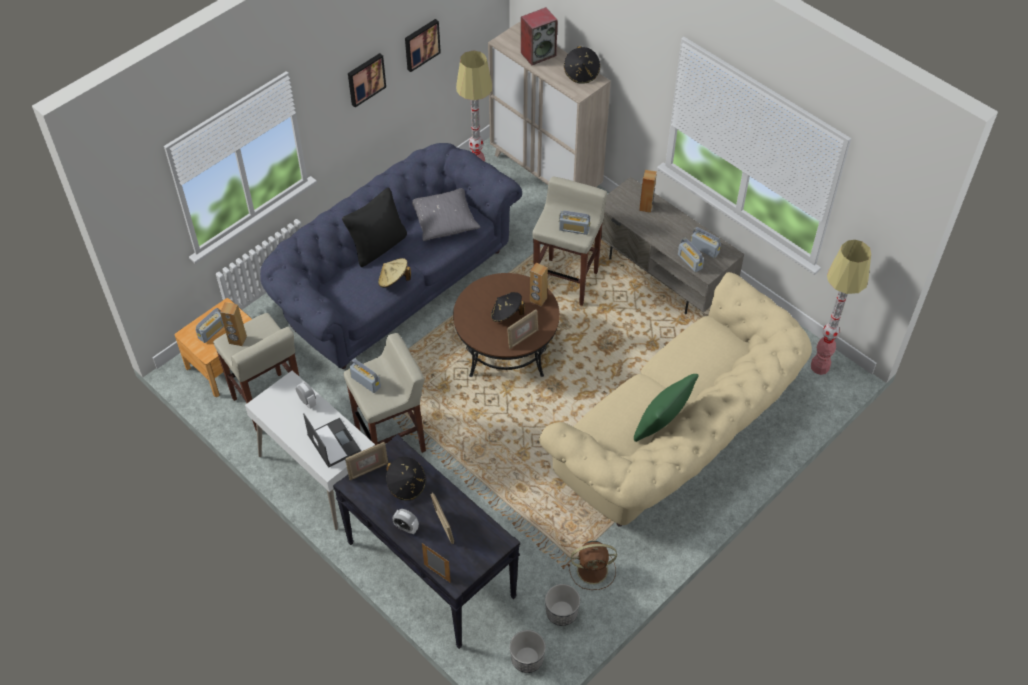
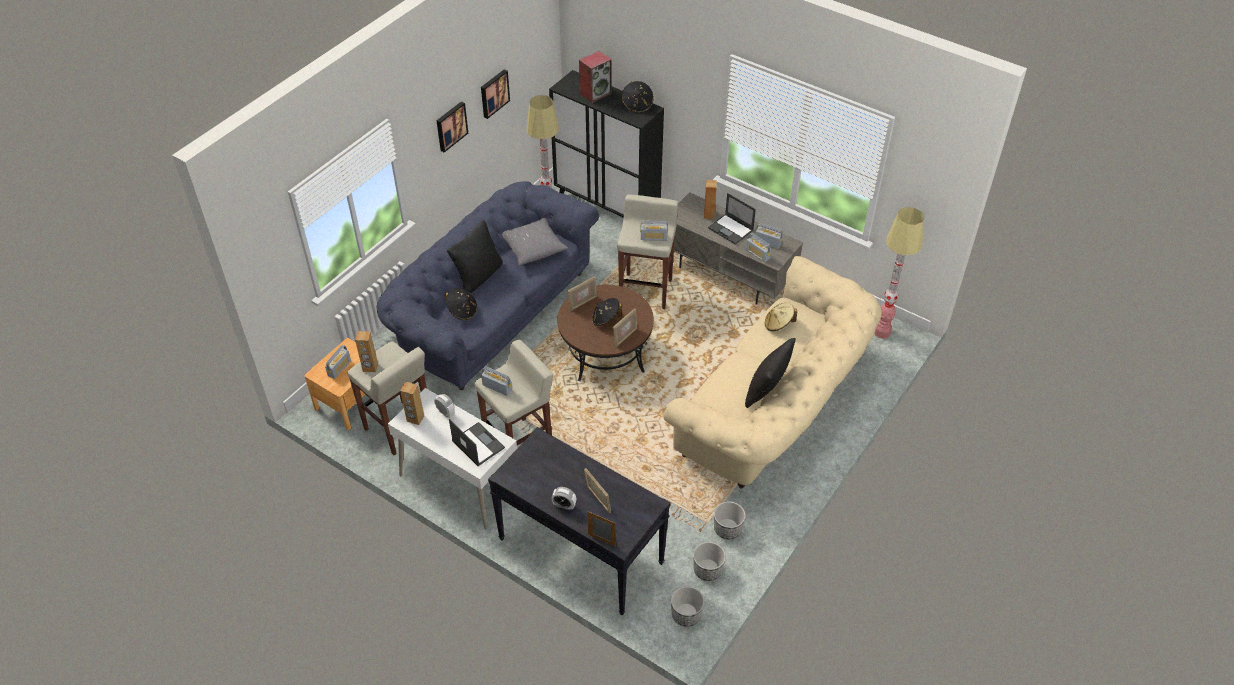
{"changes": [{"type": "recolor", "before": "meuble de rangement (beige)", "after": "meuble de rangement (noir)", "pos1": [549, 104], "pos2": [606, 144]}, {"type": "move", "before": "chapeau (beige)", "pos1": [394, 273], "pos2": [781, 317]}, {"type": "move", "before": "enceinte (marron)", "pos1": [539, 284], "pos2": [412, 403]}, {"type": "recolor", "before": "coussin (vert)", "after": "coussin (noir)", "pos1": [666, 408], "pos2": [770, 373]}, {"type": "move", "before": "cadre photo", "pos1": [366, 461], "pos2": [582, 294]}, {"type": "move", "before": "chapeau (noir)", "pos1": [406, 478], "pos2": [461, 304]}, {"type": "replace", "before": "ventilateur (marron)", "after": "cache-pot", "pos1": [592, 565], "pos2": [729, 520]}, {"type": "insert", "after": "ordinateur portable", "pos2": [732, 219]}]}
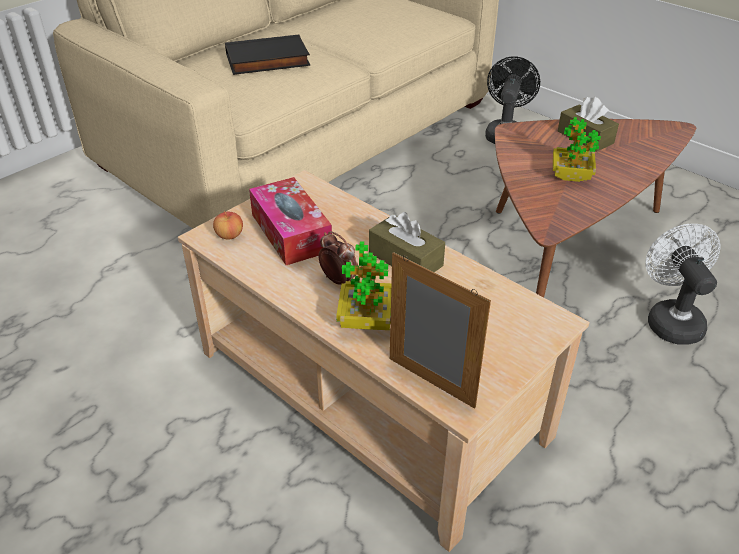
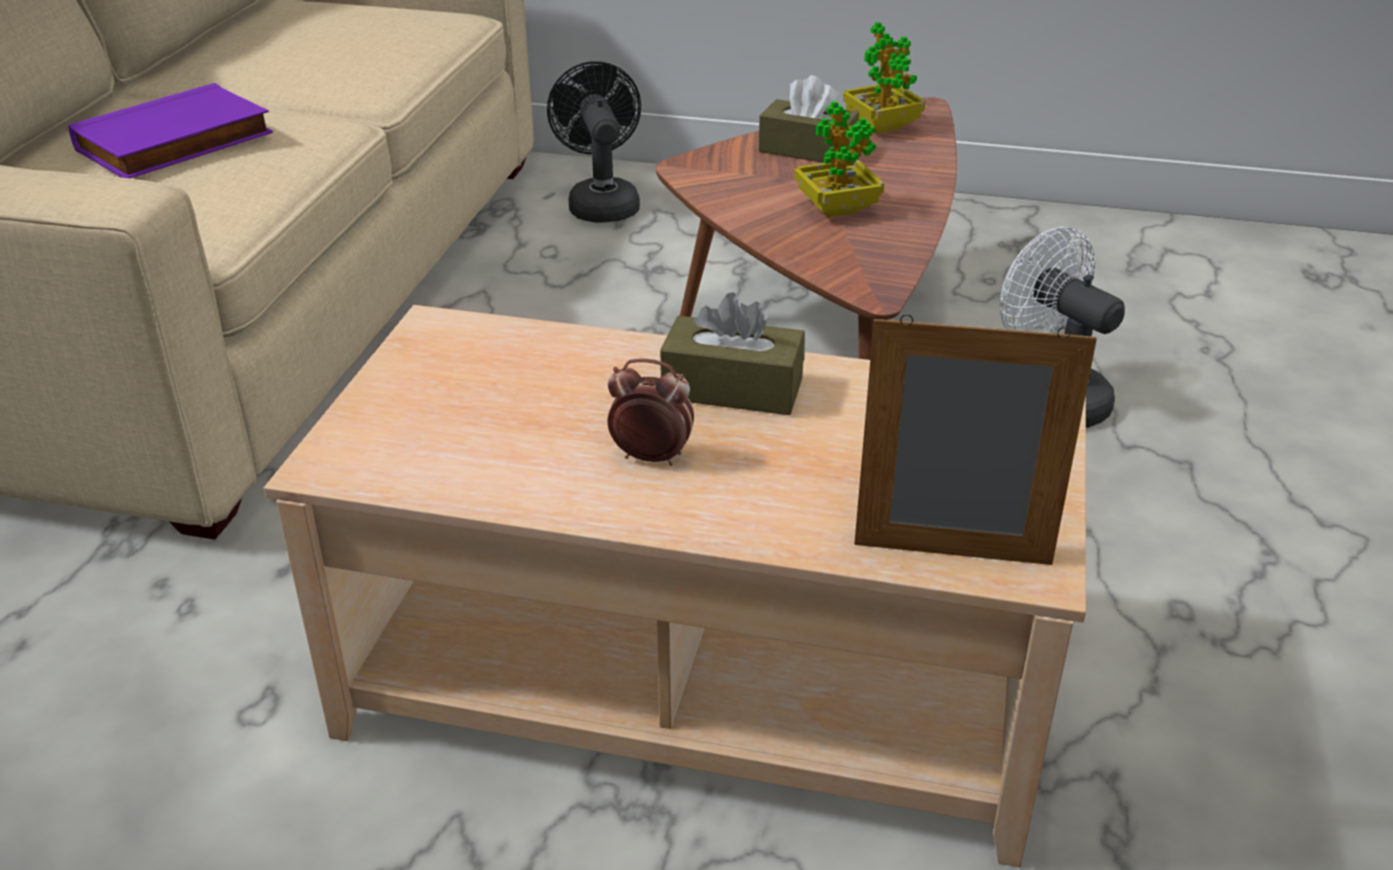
{"changes": [{"type": "recolor", "before": "livre (noir)", "after": "livre (violet)", "pos1": [267, 55], "pos2": [170, 130]}, {"type": "delete", "before": "boîte à mouchoirs", "pos1": [290, 221]}, {"type": "delete", "before": "pomme", "pos1": [228, 225]}, {"type": "move", "before": "plante en pot", "pos1": [363, 285], "pos2": [884, 77]}]}
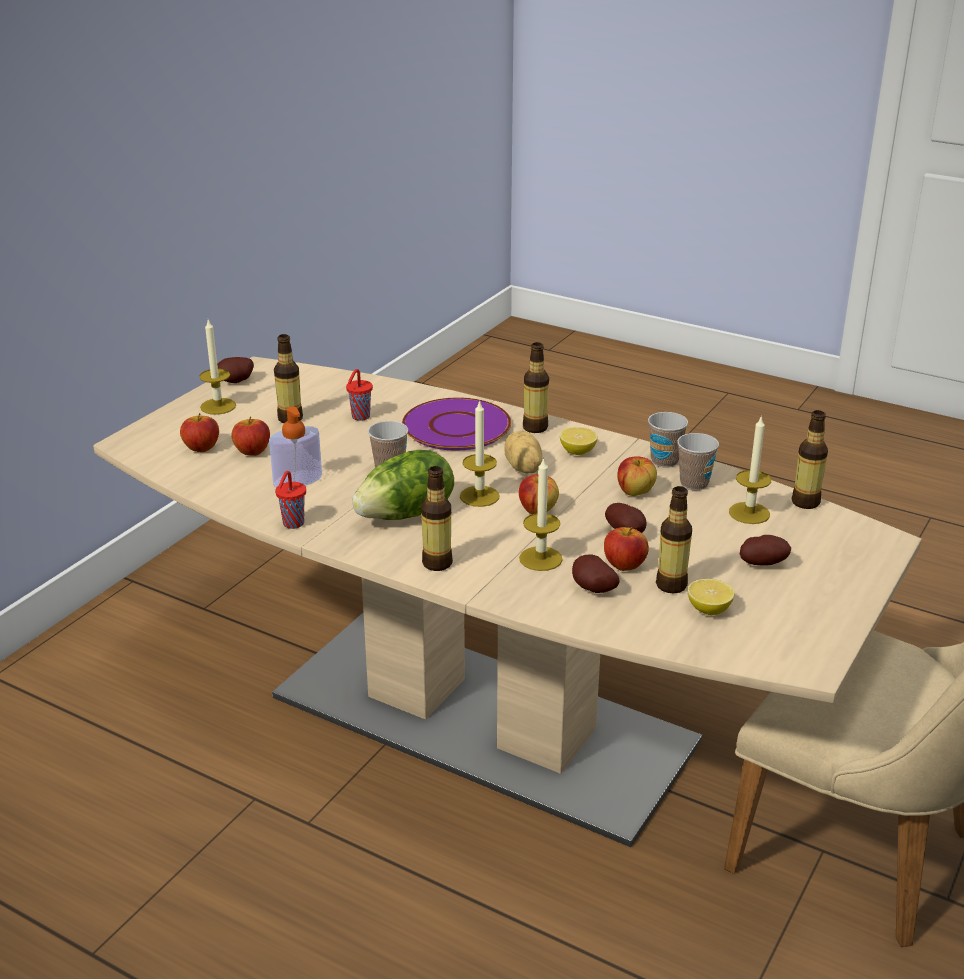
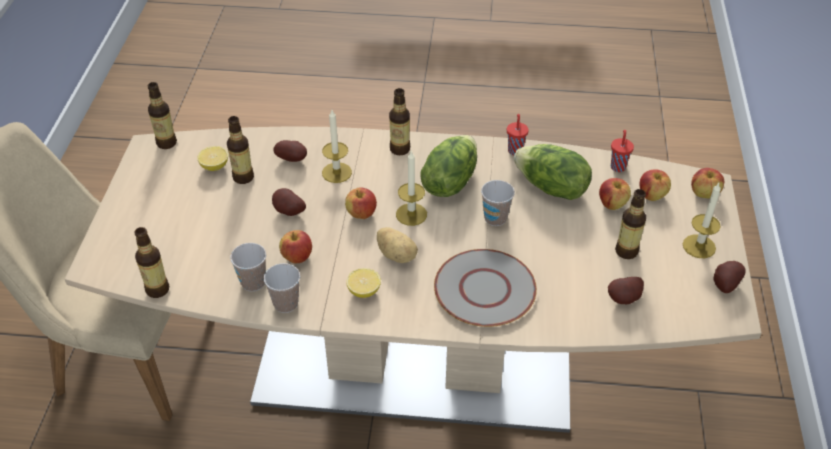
{"changes": [{"type": "move", "before": "bouteille", "pos1": [536, 387], "pos2": [162, 115]}, {"type": "move", "before": "tasse (rouge)", "pos1": [359, 395], "pos2": [622, 151]}, {"type": "recolor", "before": "assiette (violet)", "after": "assiette (gris)", "pos1": [456, 424], "pos2": [485, 288]}, {"type": "replace", "before": "distributeur de savon", "after": "laitue", "pos1": [295, 447], "pos2": [553, 172]}, {"type": "delete", "before": "bougie", "pos1": [750, 469]}, {"type": "move", "before": "pomme", "pos1": [626, 549], "pos2": [707, 183]}, {"type": "move", "before": "pomme de terre", "pos1": [765, 550], "pos2": [626, 290]}]}
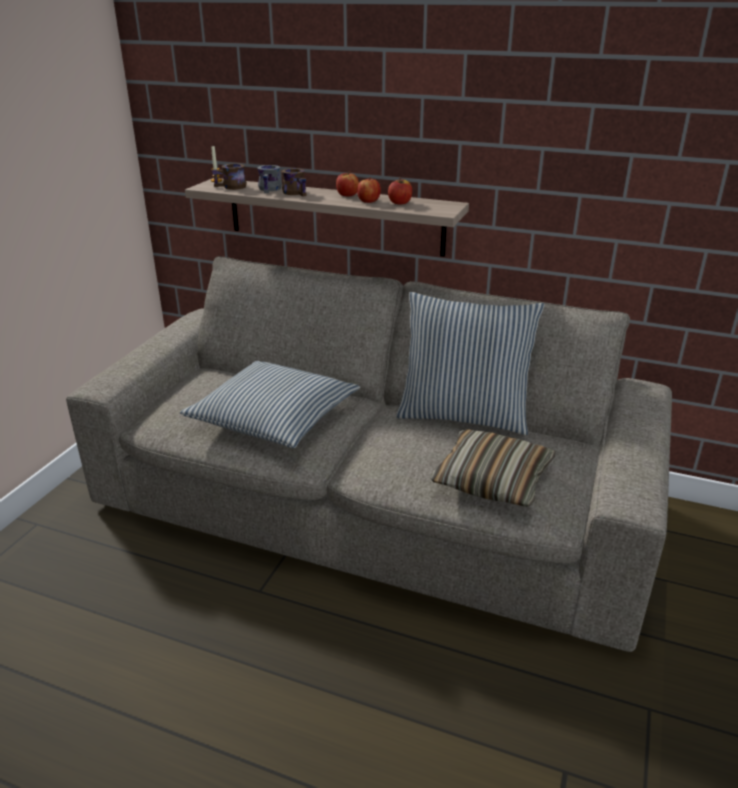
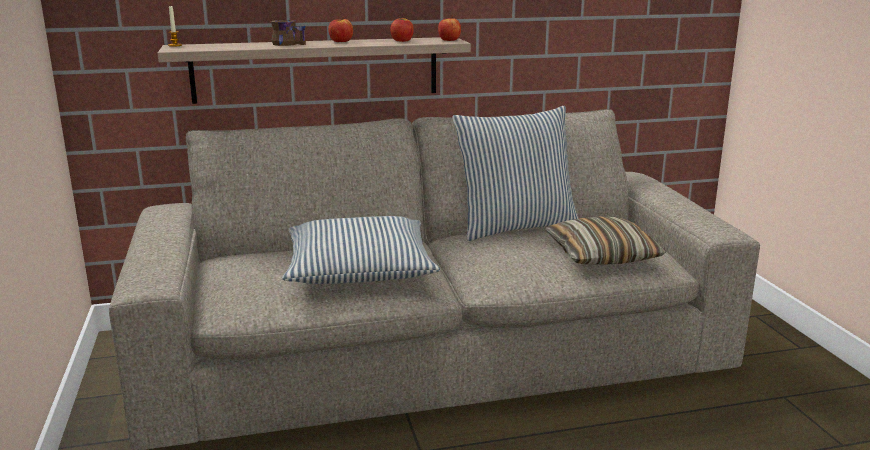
{"changes": [{"type": "delete", "before": "mug (marron)", "pos1": [229, 177]}, {"type": "delete", "before": "mug (gris)", "pos1": [269, 179]}, {"type": "move", "before": "pomme", "pos1": [369, 190], "pos2": [449, 28]}]}
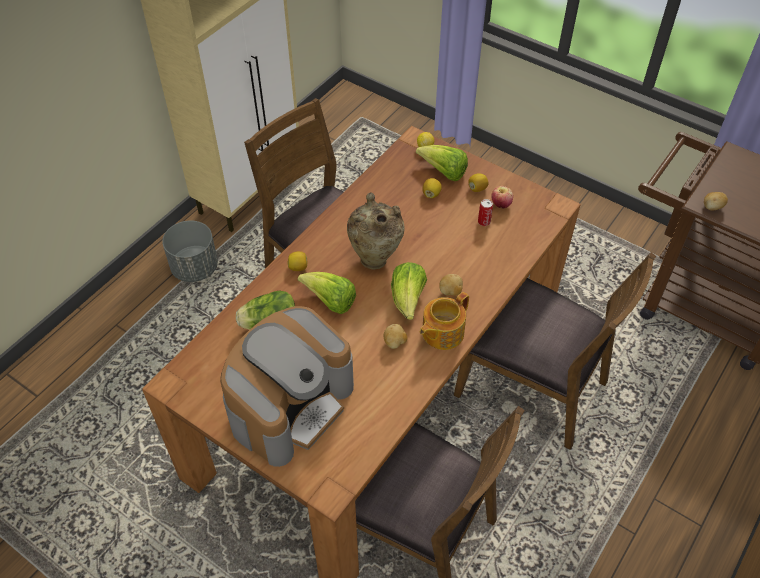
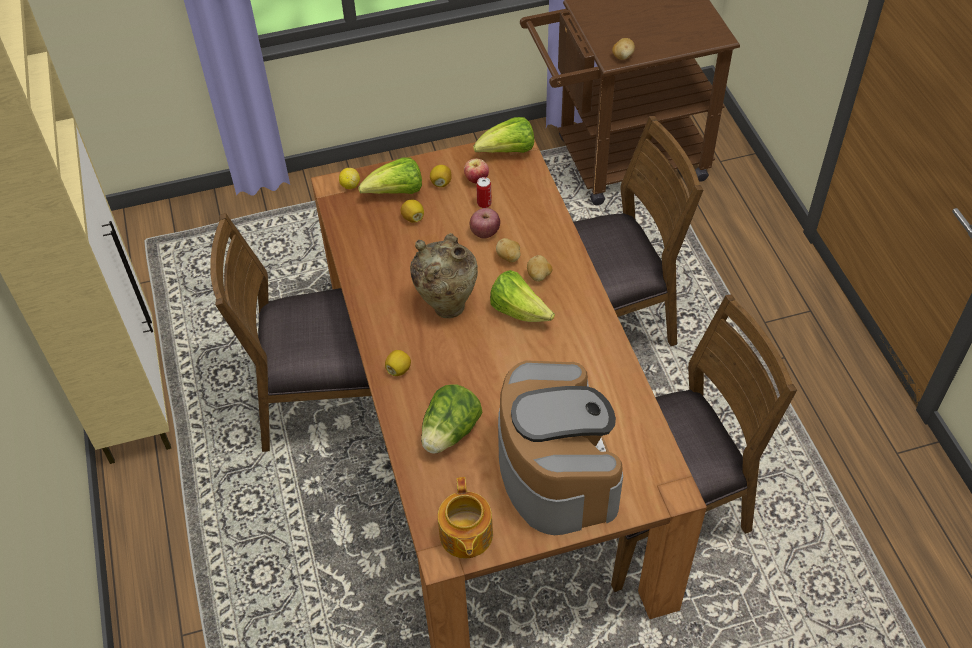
{"changes": [{"type": "delete", "before": "cache-pot (gris)", "pos1": [190, 251]}, {"type": "move", "before": "laitue", "pos1": [327, 293], "pos2": [503, 135]}, {"type": "move", "before": "théière", "pos1": [444, 321], "pos2": [465, 518]}, {"type": "move", "before": "pomme de terre", "pos1": [395, 336], "pos2": [508, 250]}, {"type": "insert", "after": "pomme", "pos2": [485, 223]}]}
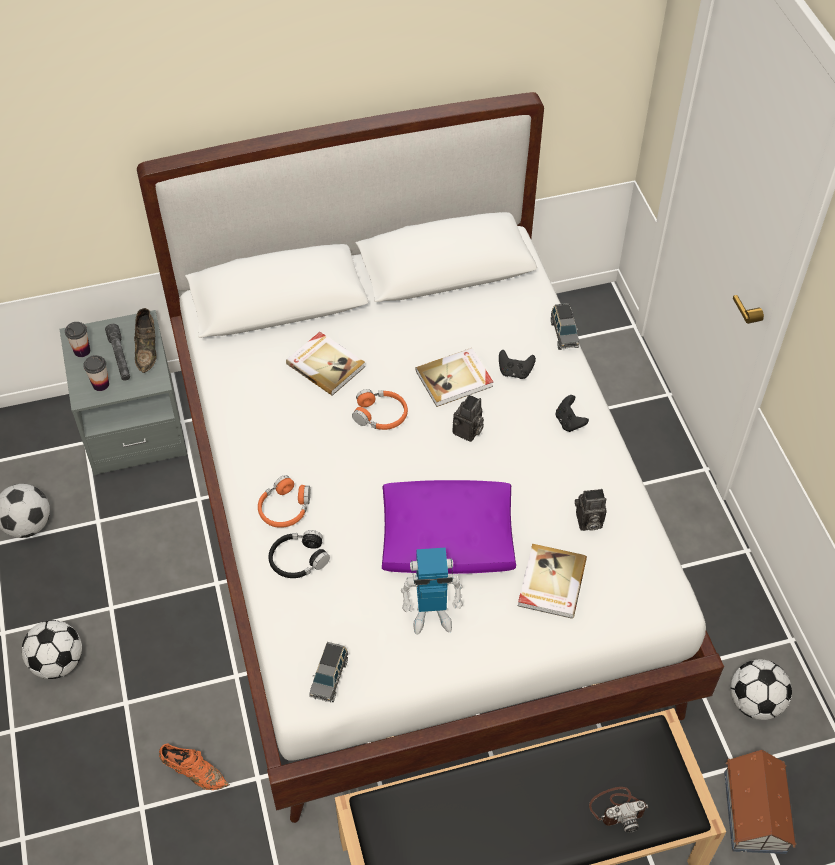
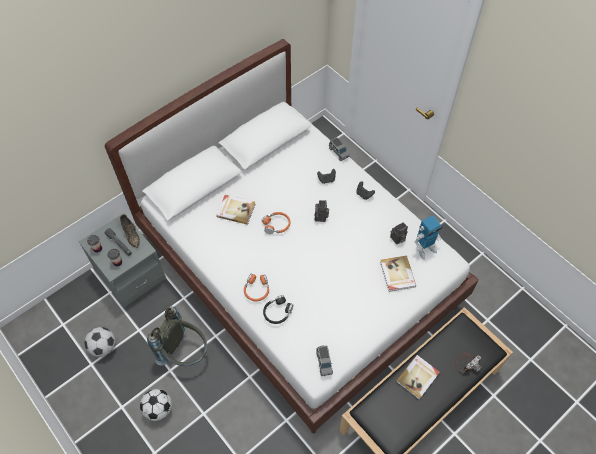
{"changes": [{"type": "move", "before": "livre", "pos1": [454, 377], "pos2": [418, 377]}, {"type": "delete", "before": "coussin (violet)", "pos1": [449, 527]}, {"type": "move", "before": "robot jouet", "pos1": [432, 591], "pos2": [428, 237]}, {"type": "delete", "before": "ballon de foot", "pos1": [761, 689]}, {"type": "delete", "before": "chaussure (orange)", "pos1": [194, 766]}, {"type": "delete", "before": "maison miniature", "pos1": [760, 802]}, {"type": "insert", "after": "sac à dos (gris)", "pos2": [177, 336]}]}
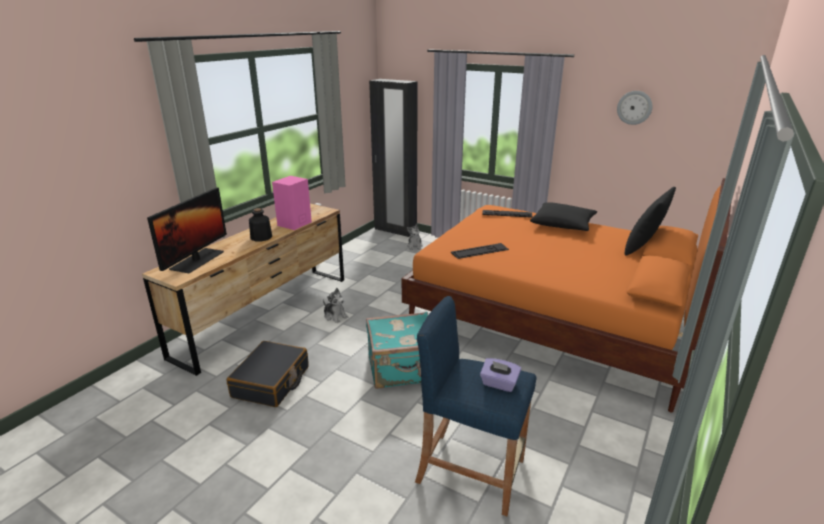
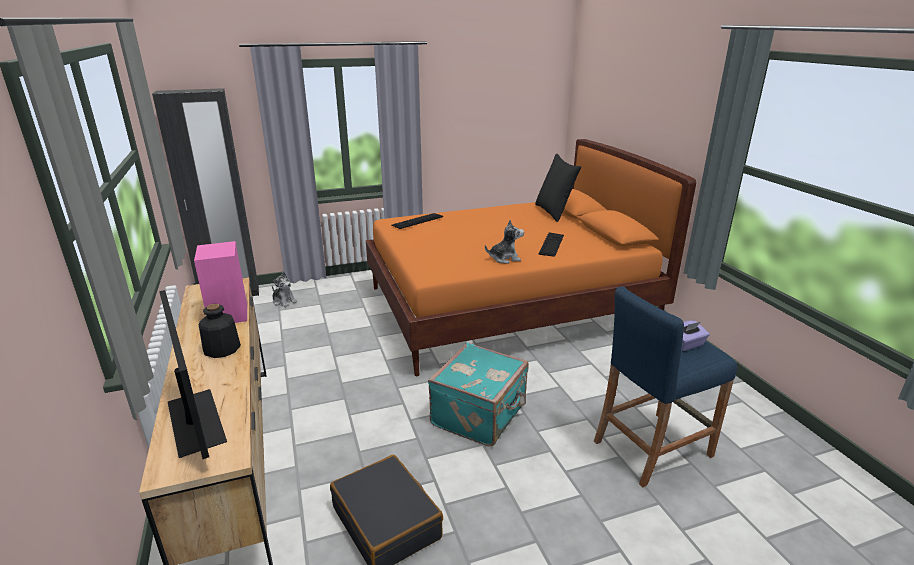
{"changes": [{"type": "delete", "before": "horloge murale", "pos1": [635, 108]}, {"type": "delete", "before": "coussin (noir)", "pos1": [563, 216]}, {"type": "move", "before": "clavier", "pos1": [480, 251], "pos2": [551, 244]}, {"type": "move", "before": "peluche", "pos1": [335, 305], "pos2": [504, 242]}]}
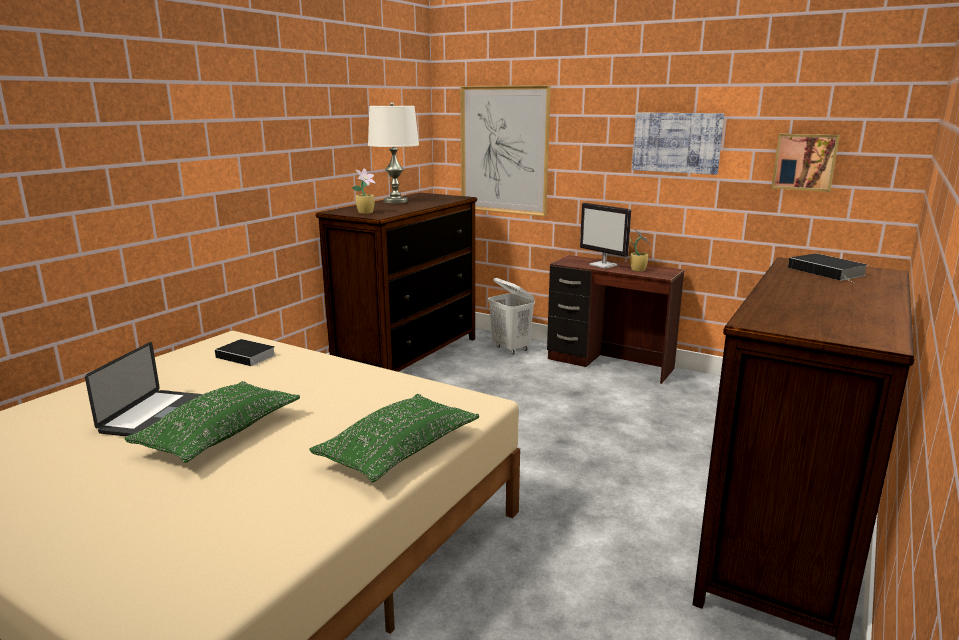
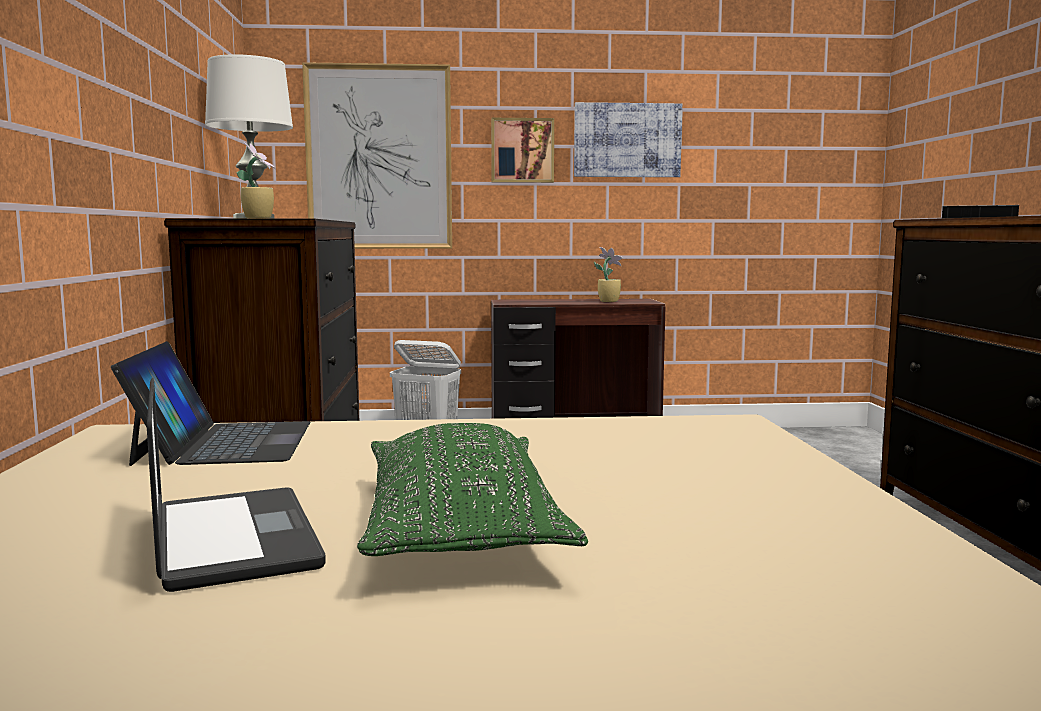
{"changes": [{"type": "move", "before": "tableau", "pos1": [806, 163], "pos2": [522, 150]}, {"type": "delete", "before": "écran d'ordinateur", "pos1": [605, 236]}, {"type": "replace", "before": "livre", "after": "ordinateur portable", "pos1": [245, 353], "pos2": [210, 403]}, {"type": "delete", "before": "coussin (vert)", "pos1": [394, 438]}]}
